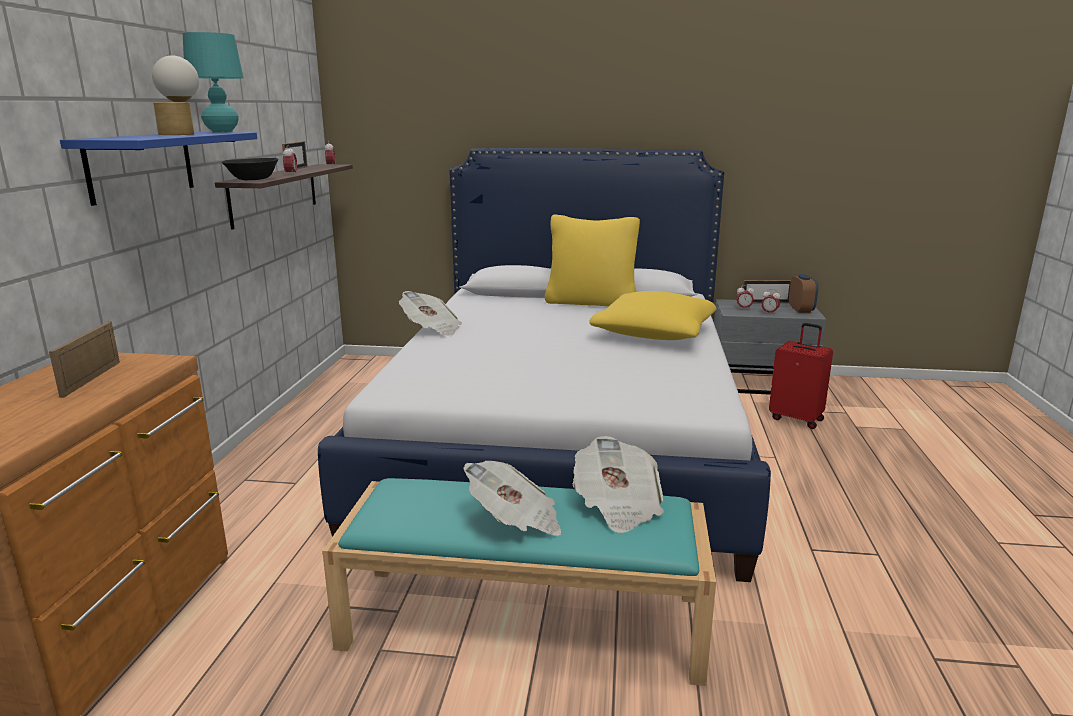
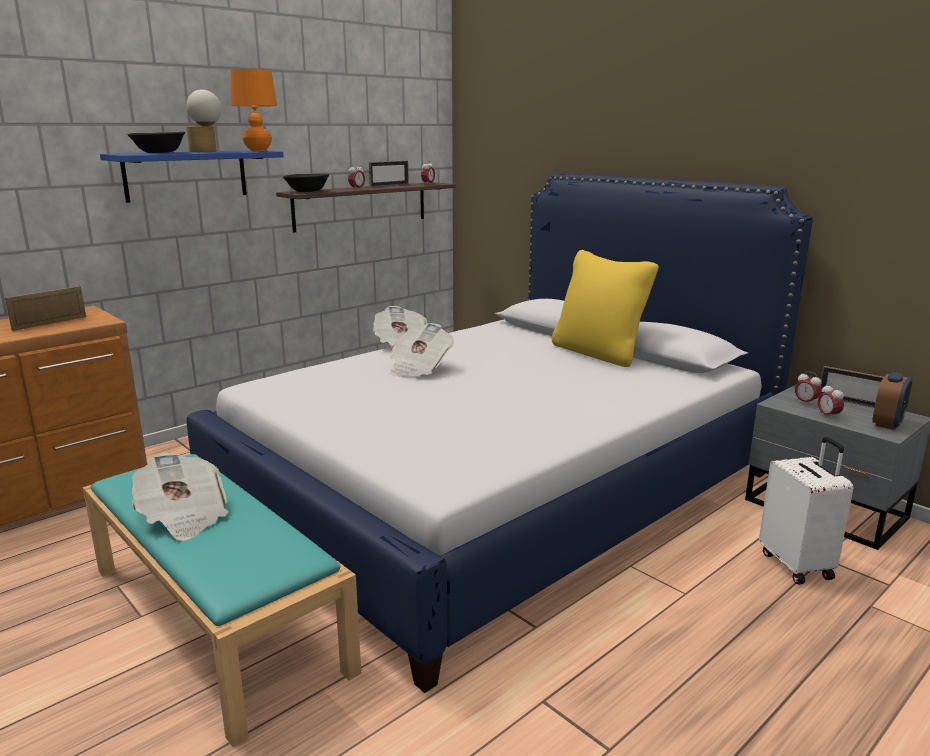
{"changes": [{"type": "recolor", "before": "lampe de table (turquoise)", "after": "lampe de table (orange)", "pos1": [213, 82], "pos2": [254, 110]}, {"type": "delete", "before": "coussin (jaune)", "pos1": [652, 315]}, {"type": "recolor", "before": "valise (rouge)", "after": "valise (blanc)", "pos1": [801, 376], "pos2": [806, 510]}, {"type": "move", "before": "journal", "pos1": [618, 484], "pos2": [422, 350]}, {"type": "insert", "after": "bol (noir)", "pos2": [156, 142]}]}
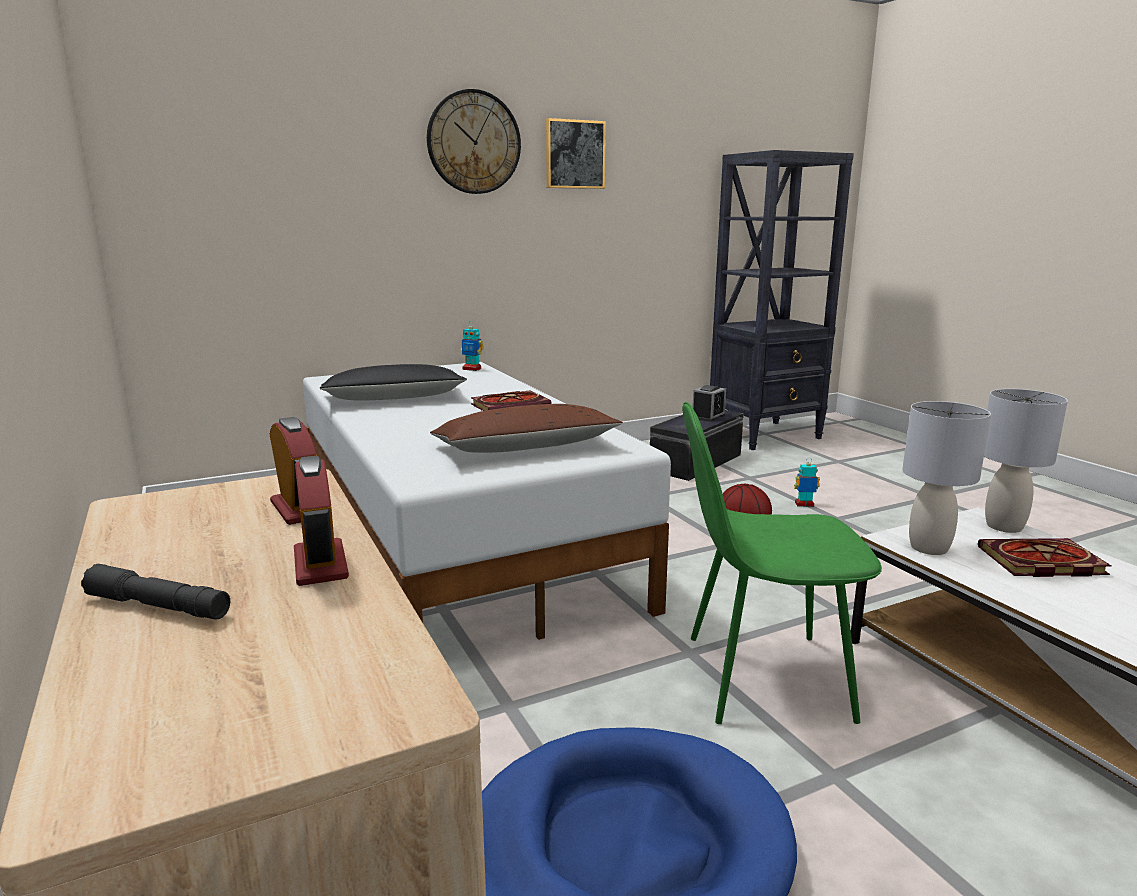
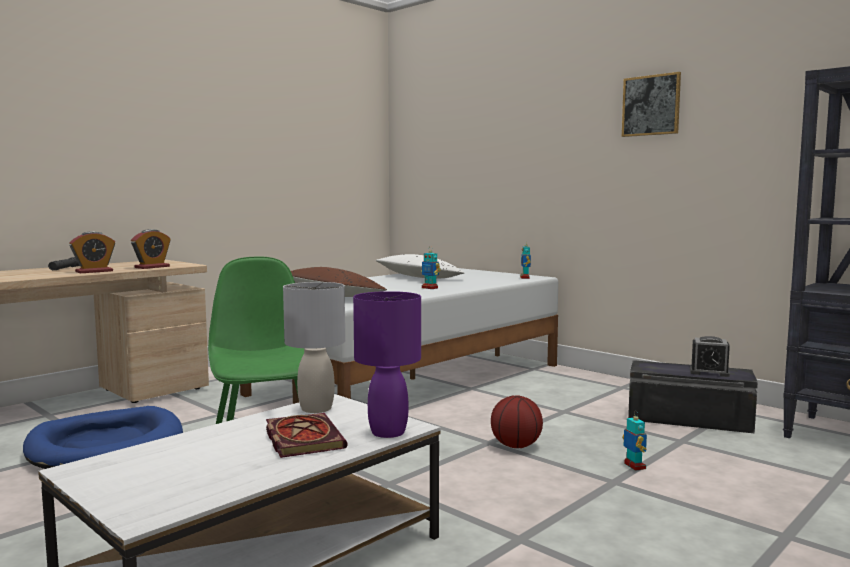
{"changes": [{"type": "delete", "before": "horloge murale", "pos1": [474, 141]}, {"type": "recolor", "before": "coussin (noir)", "after": "coussin (blanc)", "pos1": [393, 382], "pos2": [420, 266]}, {"type": "recolor", "before": "lampe de table (gris)", "after": "lampe de table (violet)", "pos1": [1026, 461], "pos2": [387, 364]}, {"type": "replace", "before": "livre", "after": "robot jouet", "pos1": [511, 400], "pos2": [431, 267]}]}
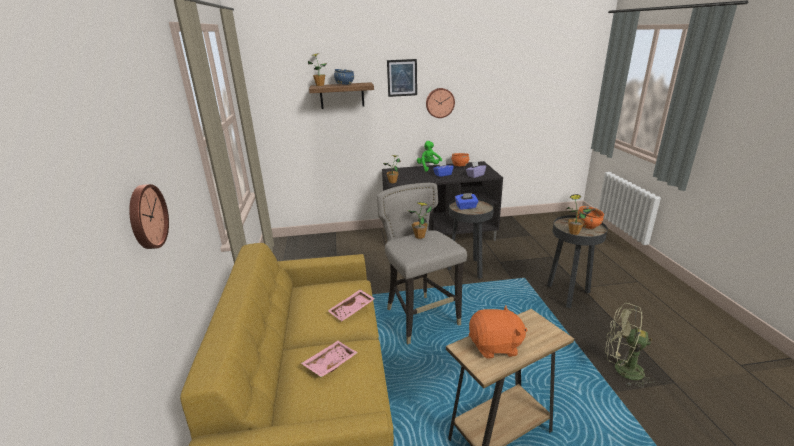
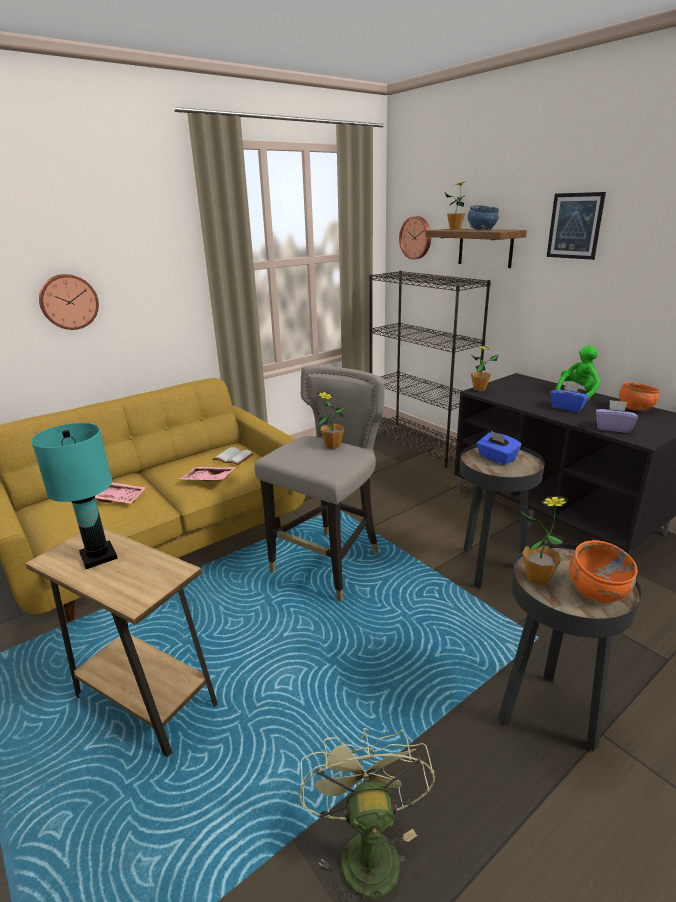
{"changes": [{"type": "move", "before": "horloge murale", "pos1": [440, 103], "pos2": [415, 237]}, {"type": "replace", "before": "peluche (orange)", "after": "lampe de table (turquoise)", "pos1": [498, 332], "pos2": [74, 496]}, {"type": "insert", "after": "bibliothèque (noir)", "pos2": [430, 369]}, {"type": "insert", "after": "livre (blanc)", "pos2": [233, 456]}]}
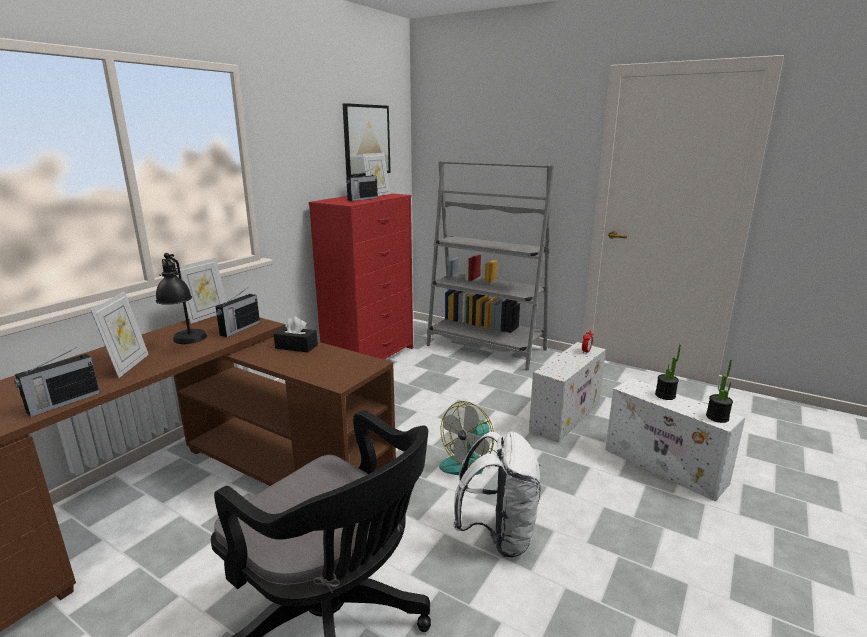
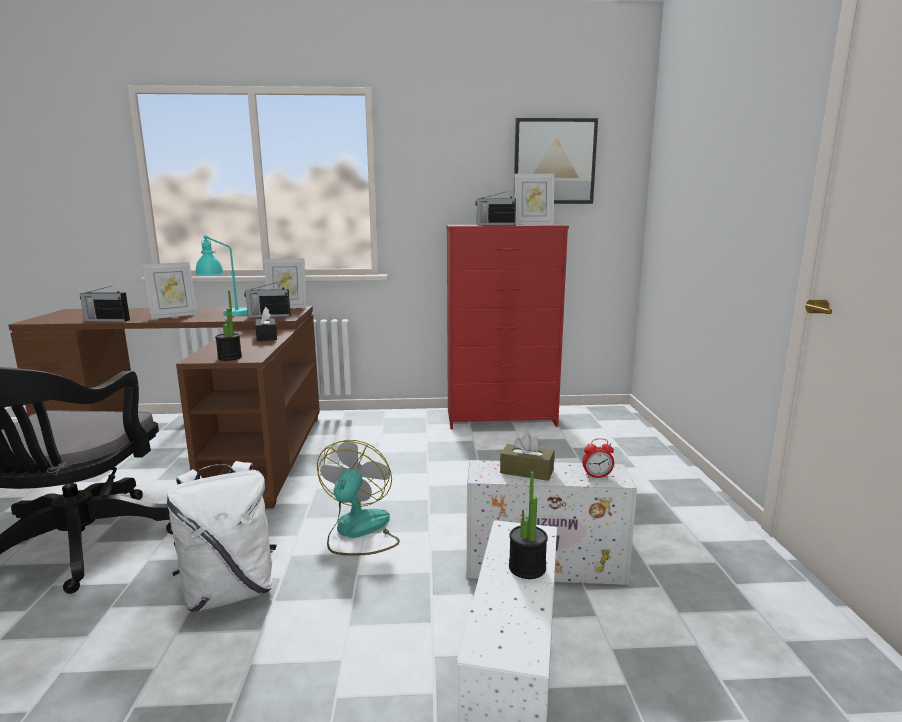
{"changes": [{"type": "delete", "before": "bibliothèque (gris)", "pos1": [490, 266]}, {"type": "recolor", "before": "lampe de table (noir)", "after": "lampe de table (turquoise)", "pos1": [181, 298], "pos2": [221, 275]}, {"type": "move", "before": "plante en pot", "pos1": [719, 391], "pos2": [228, 326]}, {"type": "rotate", "before": "ventilateur", "pos1": [468, 438], "pos2": [358, 498], "turn": 90}, {"type": "insert", "after": "boîte à mouchoirs (marron)", "pos2": [527, 457]}]}
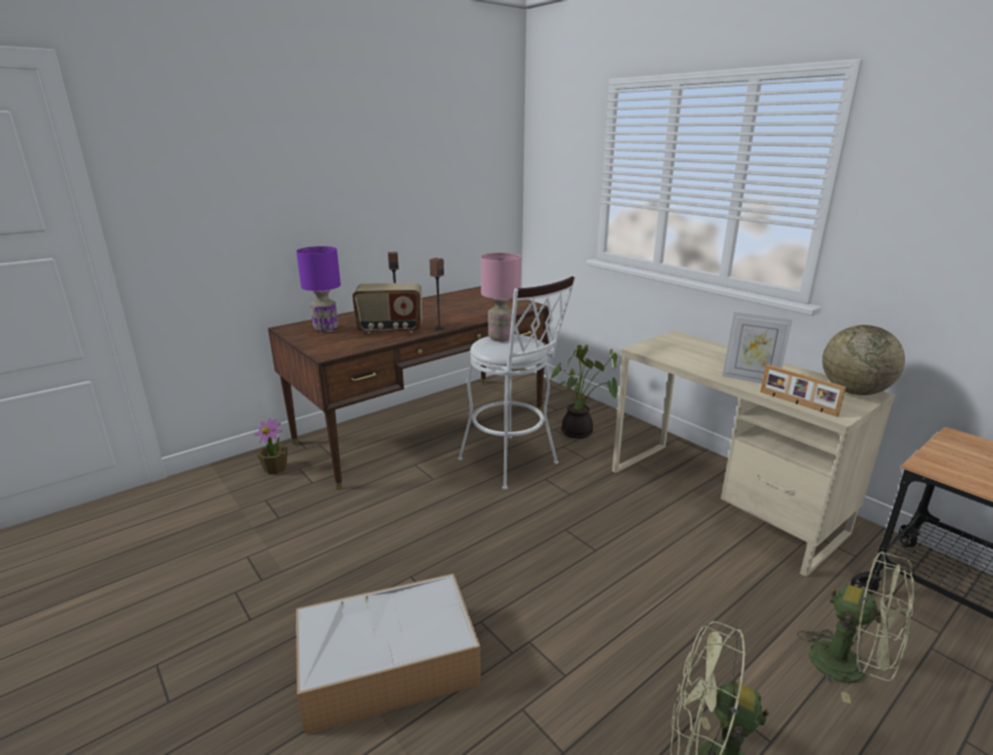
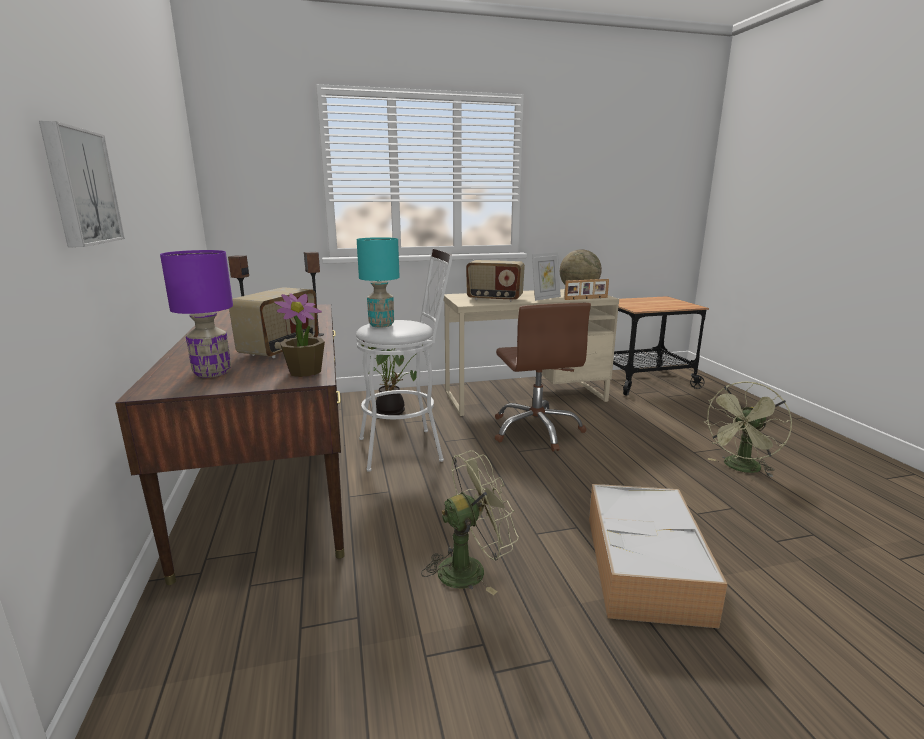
{"changes": [{"type": "recolor", "before": "lampe de table (rose)", "after": "lampe de table (turquoise)", "pos1": [501, 297], "pos2": [378, 282]}, {"type": "move", "before": "plante en pot", "pos1": [271, 446], "pos2": [299, 335]}, {"type": "move", "before": "ventilateur (vert)", "pos1": [855, 627], "pos2": [470, 522]}, {"type": "insert", "after": "tableau", "pos2": [82, 184]}, {"type": "insert", "after": "radio", "pos2": [495, 281]}, {"type": "insert", "after": "chaise de bureau (marron)", "pos2": [543, 377]}]}
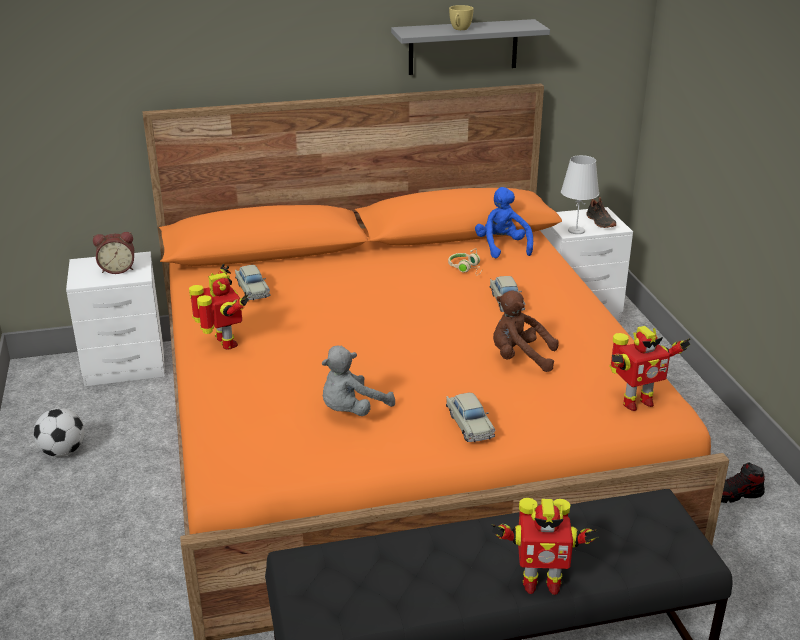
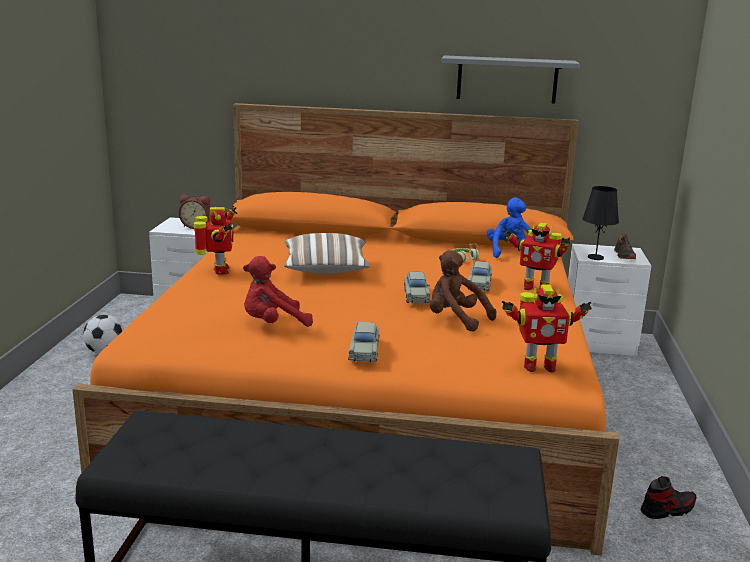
{"changes": [{"type": "delete", "before": "tasse (jaune)", "pos1": [461, 17]}, {"type": "recolor", "before": "lampe de table (blanc)", "after": "lampe de table (noir)", "pos1": [580, 194], "pos2": [600, 223]}, {"type": "move", "before": "petite voiture (beige)", "pos1": [253, 282], "pos2": [417, 287]}, {"type": "recolor", "before": "peluche (gris)", "after": "peluche (rouge)", "pos1": [358, 381], "pos2": [278, 291]}, {"type": "rotate", "before": "chaussure", "pos1": [743, 482], "pos2": [668, 497], "turn": 150}, {"type": "move", "before": "robot jouet", "pos1": [545, 546], "pos2": [536, 256]}, {"type": "insert", "after": "coussin", "pos2": [327, 253]}]}
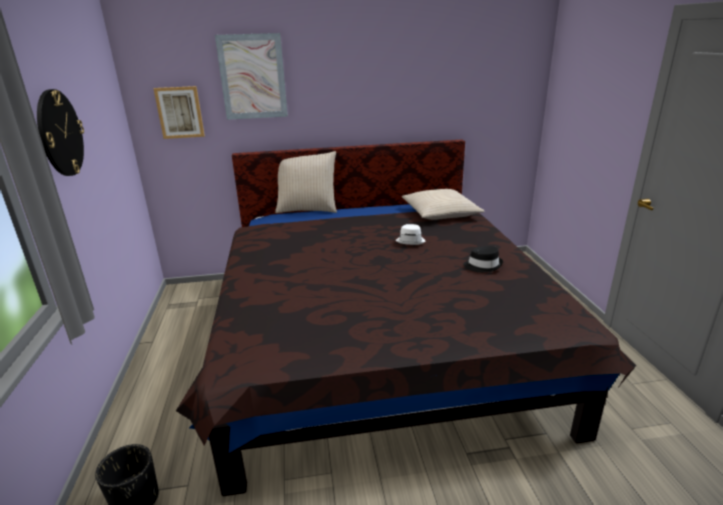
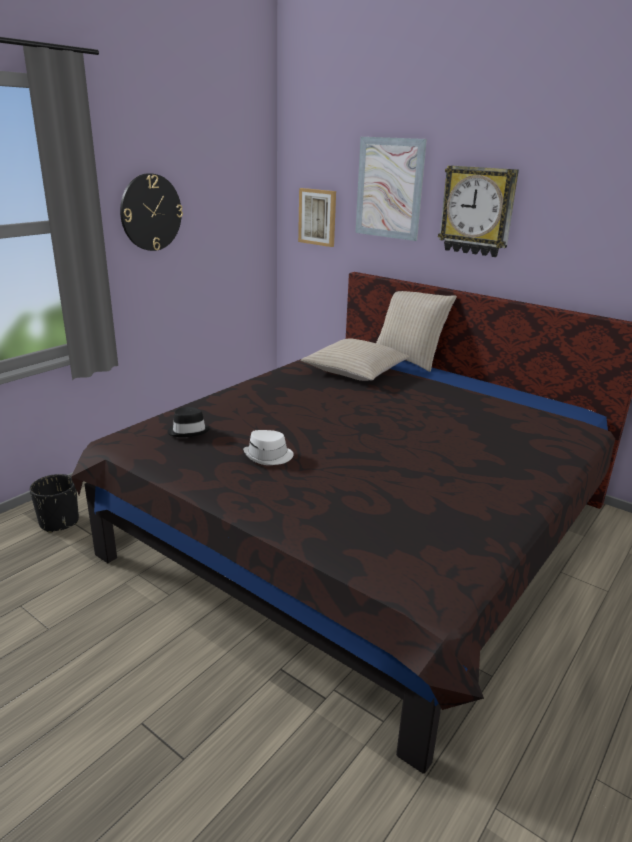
{"changes": [{"type": "move", "before": "coussin (beige)", "pos1": [443, 204], "pos2": [355, 360]}, {"type": "move", "before": "chapeau (blanc)", "pos1": [410, 234], "pos2": [268, 447]}, {"type": "move", "before": "chapeau (noir)", "pos1": [483, 259], "pos2": [188, 422]}, {"type": "insert", "after": "horloge murale", "pos2": [478, 211]}]}
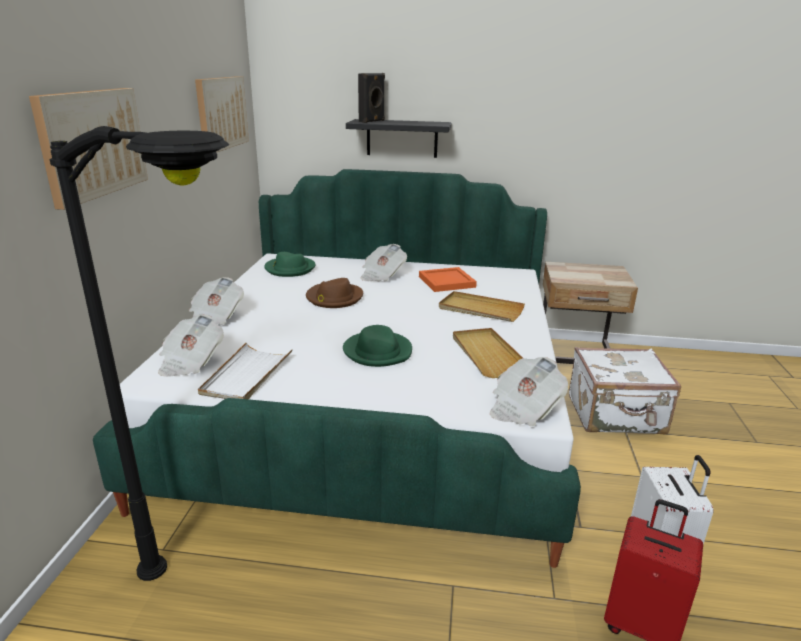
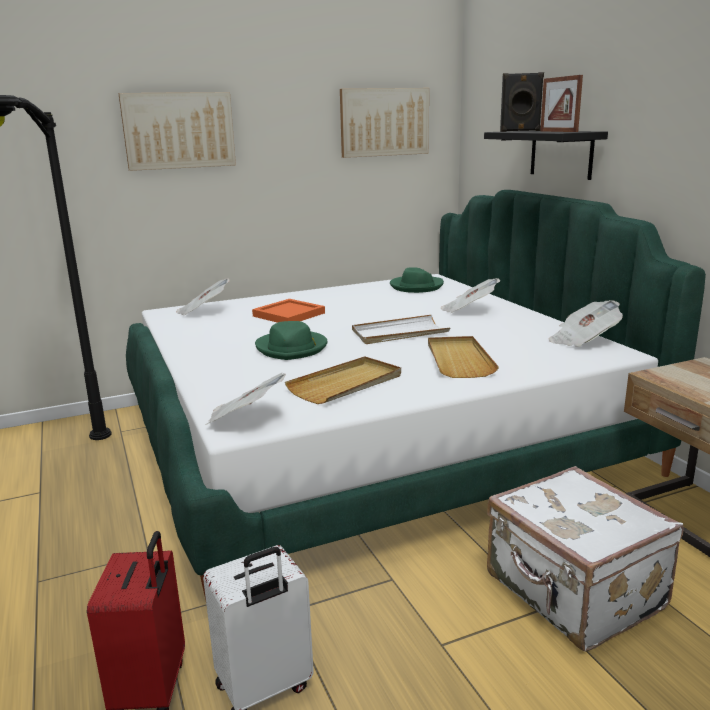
{"changes": [{"type": "move", "before": "plateau (orange)", "pos1": [448, 279], "pos2": [288, 311]}, {"type": "move", "before": "journal", "pos1": [216, 301], "pos2": [586, 323]}, {"type": "delete", "before": "chapeau (marron)", "pos1": [334, 293]}, {"type": "move", "before": "plateau (blanc)", "pos1": [245, 370], "pos2": [401, 329]}, {"type": "insert", "after": "cadre photo", "pos2": [561, 103]}]}
